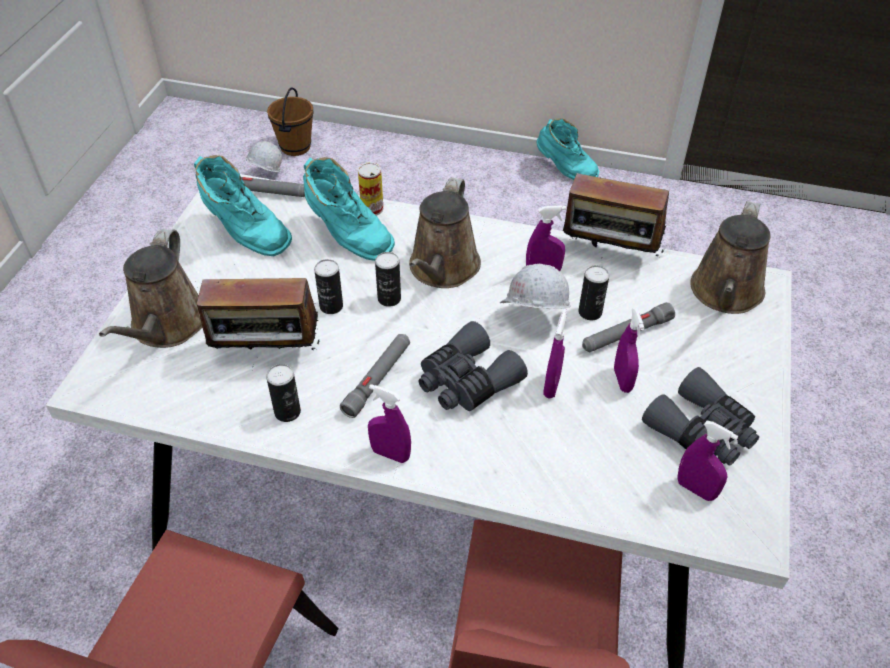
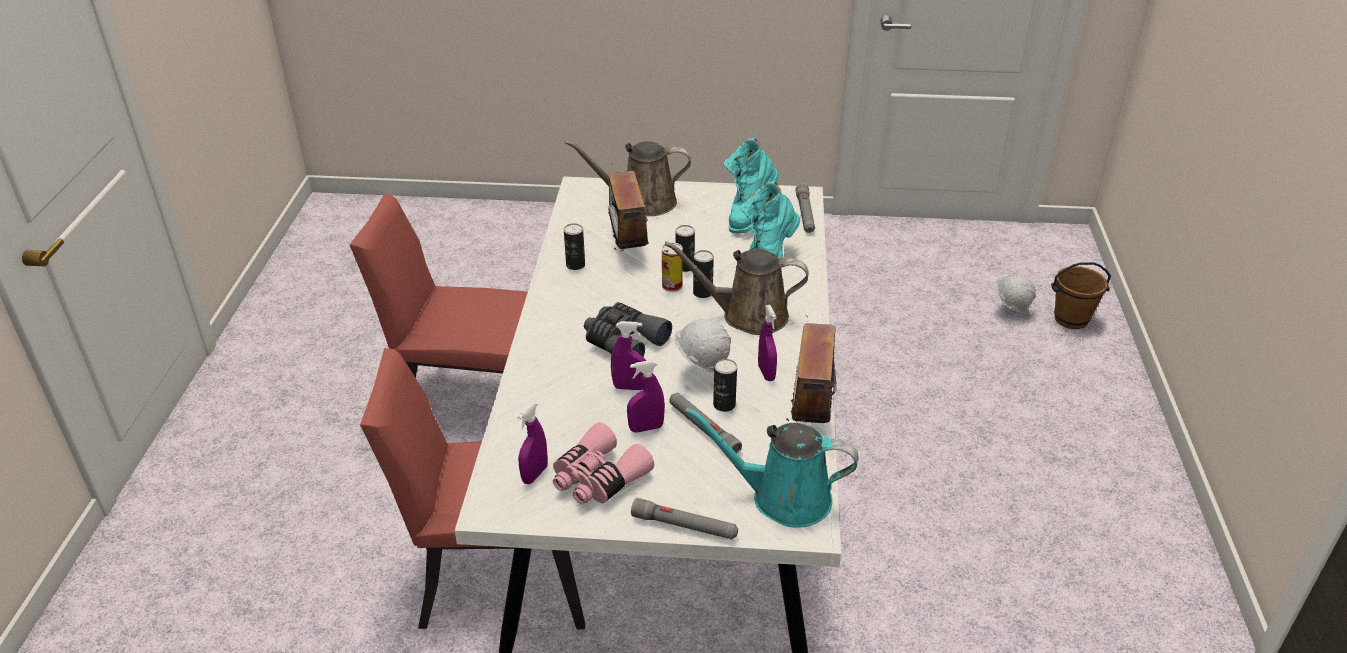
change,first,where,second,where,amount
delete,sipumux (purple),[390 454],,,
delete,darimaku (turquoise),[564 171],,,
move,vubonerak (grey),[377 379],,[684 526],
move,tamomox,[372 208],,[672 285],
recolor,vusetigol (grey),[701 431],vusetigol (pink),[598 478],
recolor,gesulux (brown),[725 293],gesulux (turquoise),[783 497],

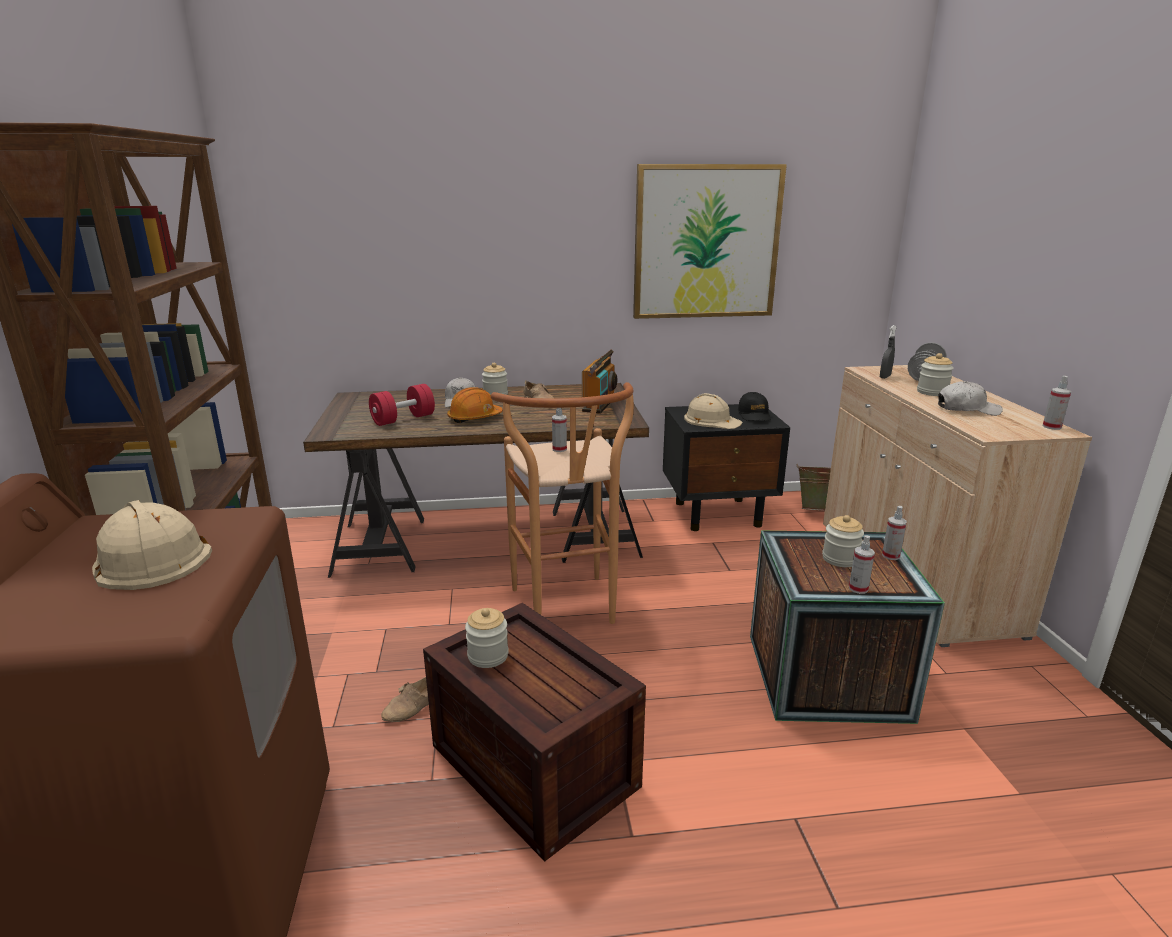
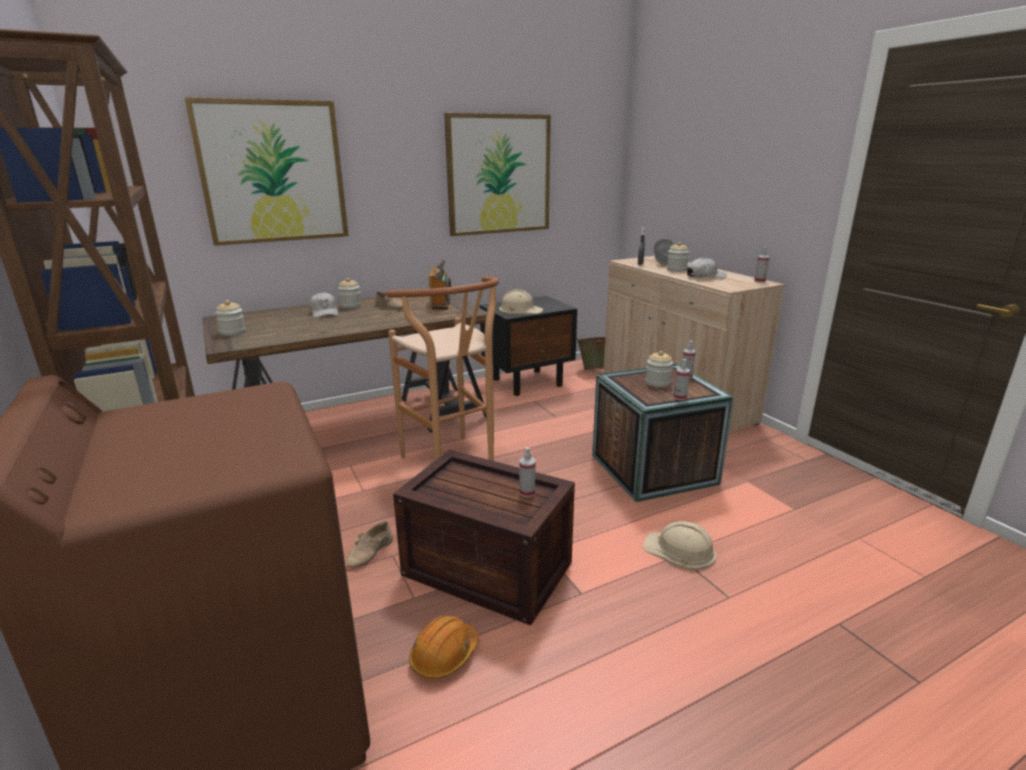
change,first,where,second,where,amount
delete,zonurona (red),[403 419],,,
delete,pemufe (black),[754 415],,,
insert,,,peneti,[273 172],
move,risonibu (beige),[149 558],,[680 550],
move,risonibu (orange),[474 418],,[444 656],
move,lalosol,[488 656],,[233 332],
move,sipumux,[559 449],,[527 492],

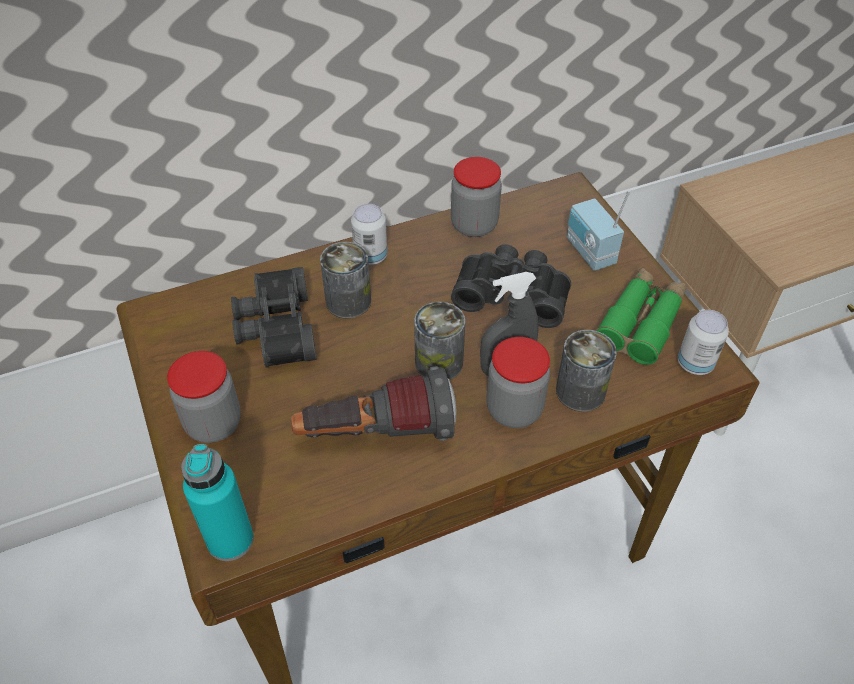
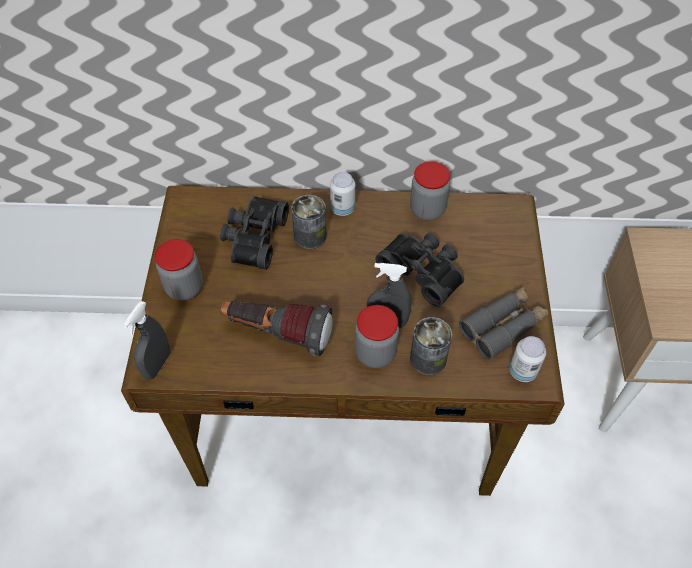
change,first,where,second,where,amount
delete,tamomox,[439 363],,,
delete,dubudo,[589 253],,,
replace,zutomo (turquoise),[230 540],sipumux (grey),[157 365],
recolor,vusetigol (green),[641 322],vusetigol (grey),[503 326],

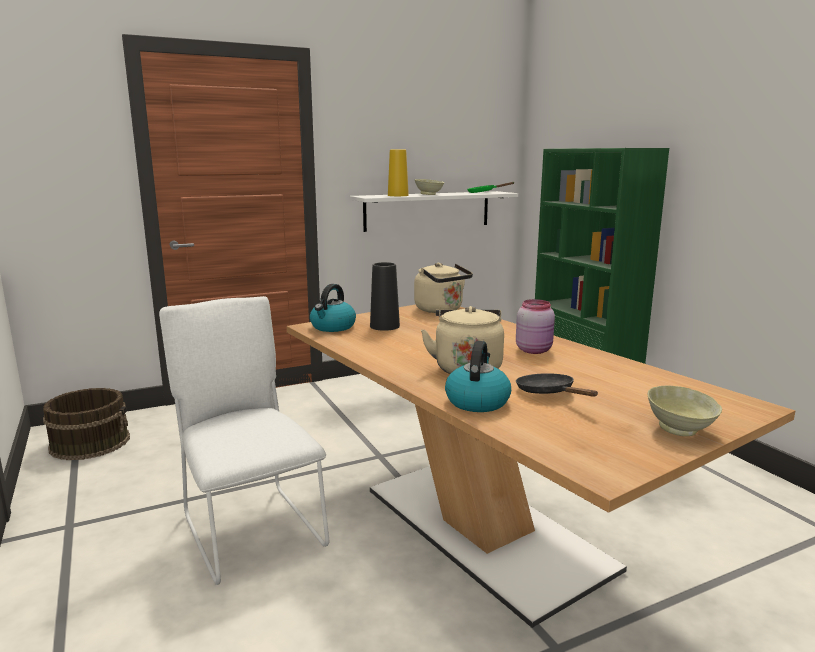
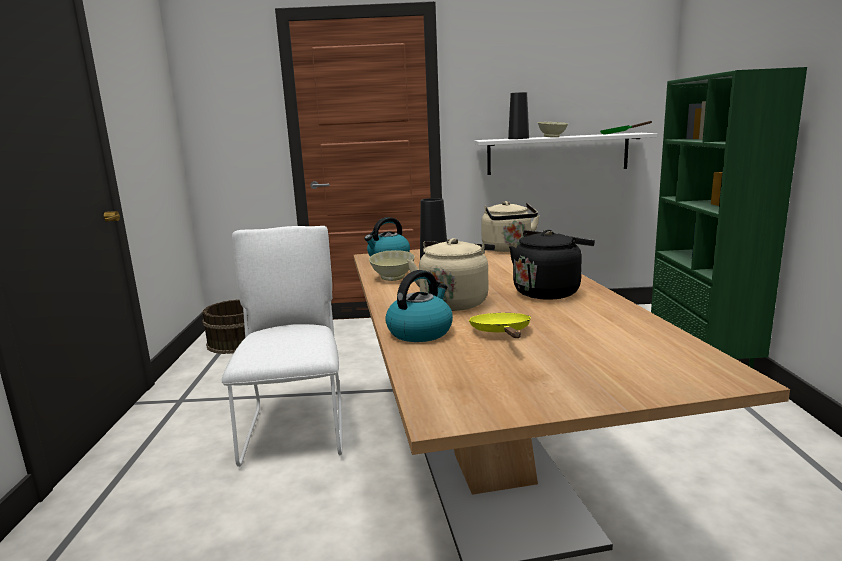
change,first,where,second,where,amount
move,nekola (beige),[679 430],,[392 278],
replace,lalosol (pink),[534 350],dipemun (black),[548 292],
recolor,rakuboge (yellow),[398 195],rakuboge (black),[518 138],
recolor,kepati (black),[548 393],kepati (yellow),[501 333],

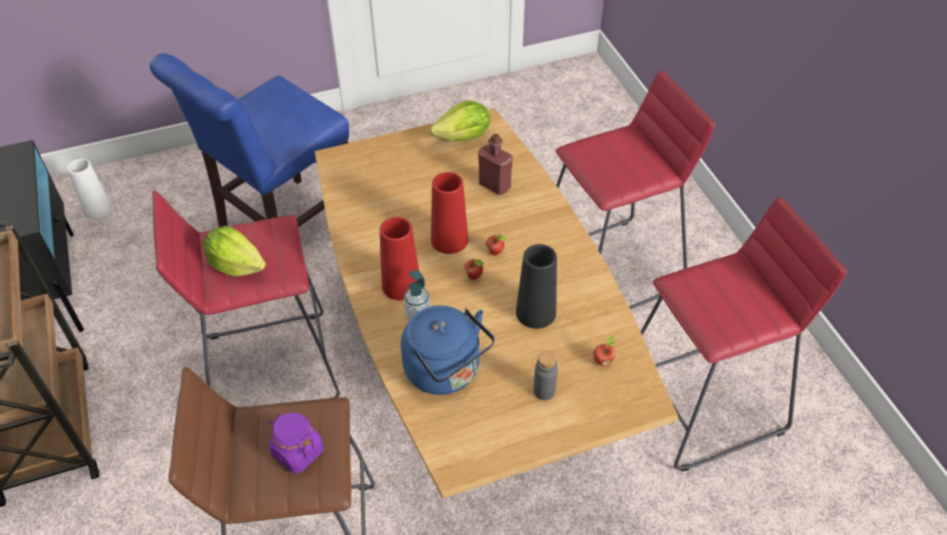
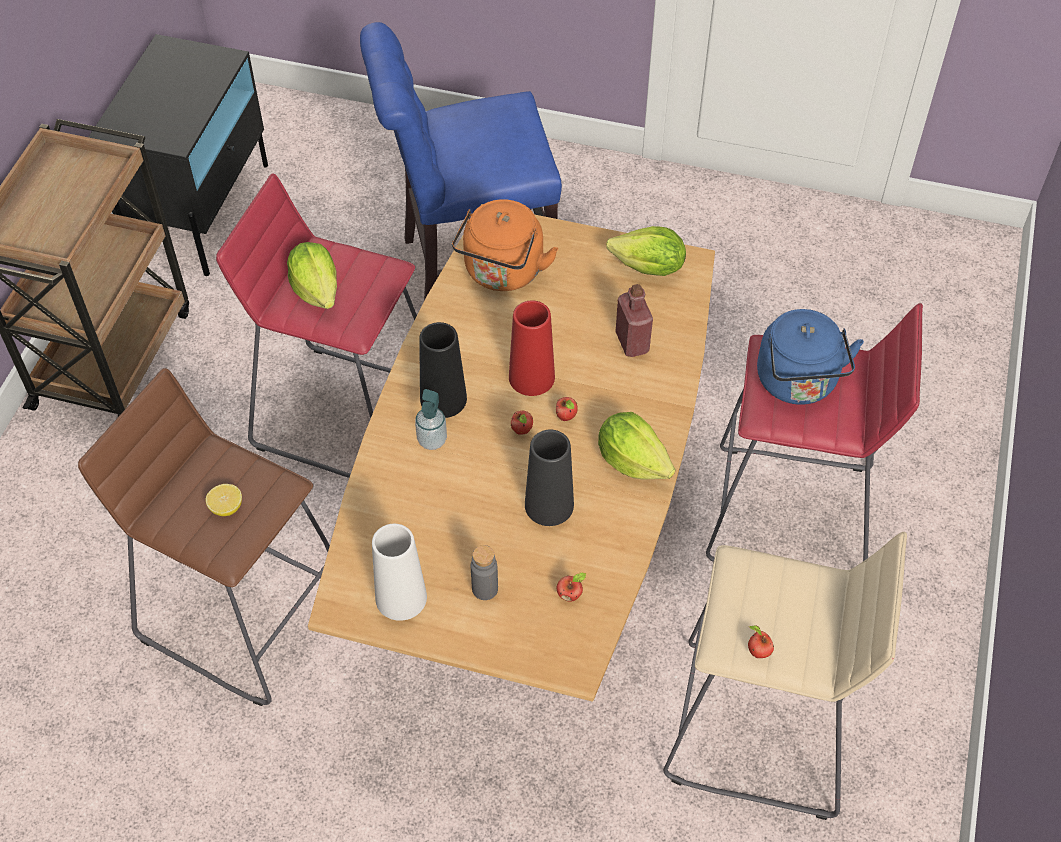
change,first,where,second,where,amount
insert,,,dipemun (orange),[502 273],
insert,,,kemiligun,[632 461],
insert,,,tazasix,[757 652],
move,rakuboge (white),[97 209],,[401 597],
move,dipemun (blue),[446 372],,[798 384],
replace,lalosol (purple),[297 452],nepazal,[226 507],
recolor,rakuboge (red),[401 285],rakuboge (black),[443 399],
recolor,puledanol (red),[704 405],puledanol (beige),[762 729],

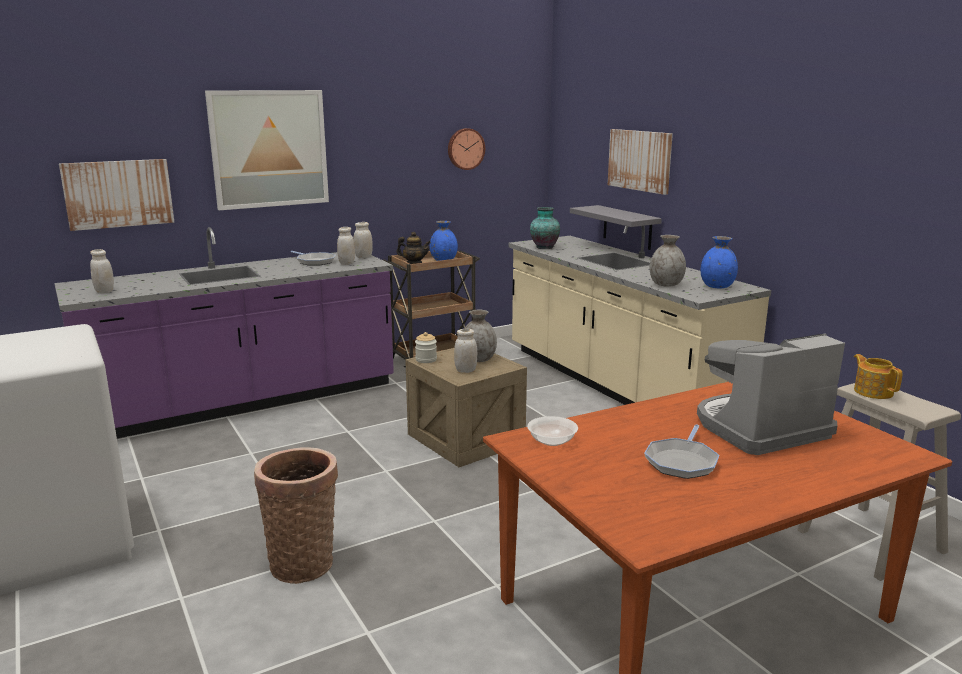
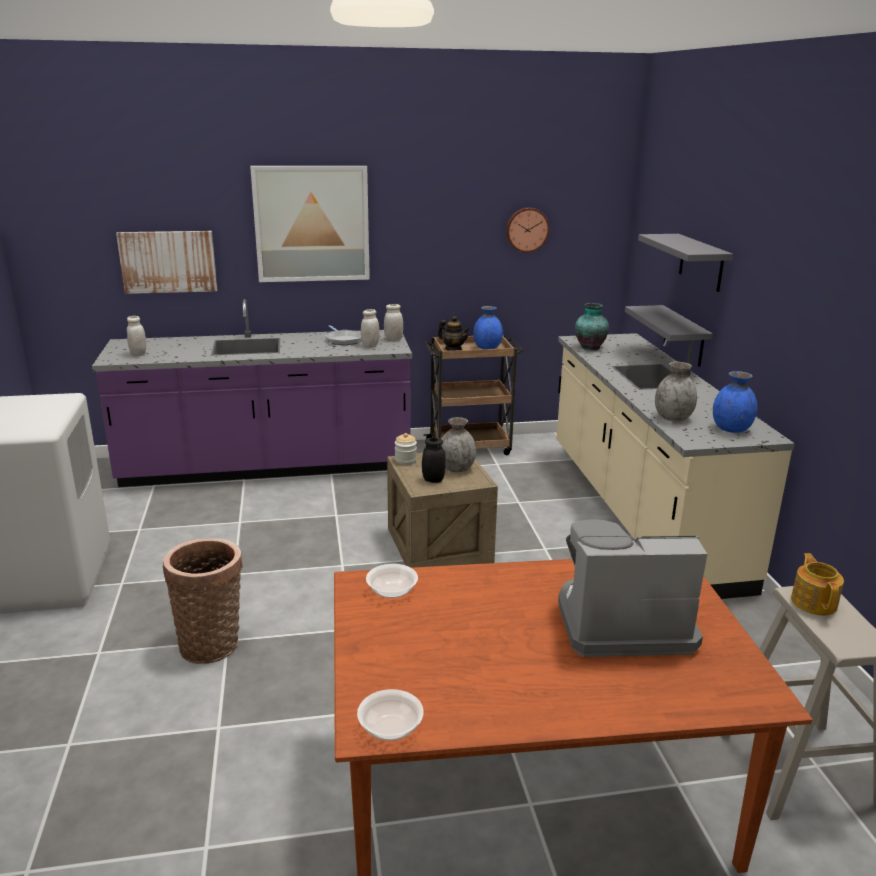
change,first,where,second,where,amount
delete,kepati,[682 462],,,
insert,,,nekola,[390 728],
replace,peneti,[640 160],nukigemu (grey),[701 262],
recolor,lalosol (white),[465 370],lalosol (black),[433 480],

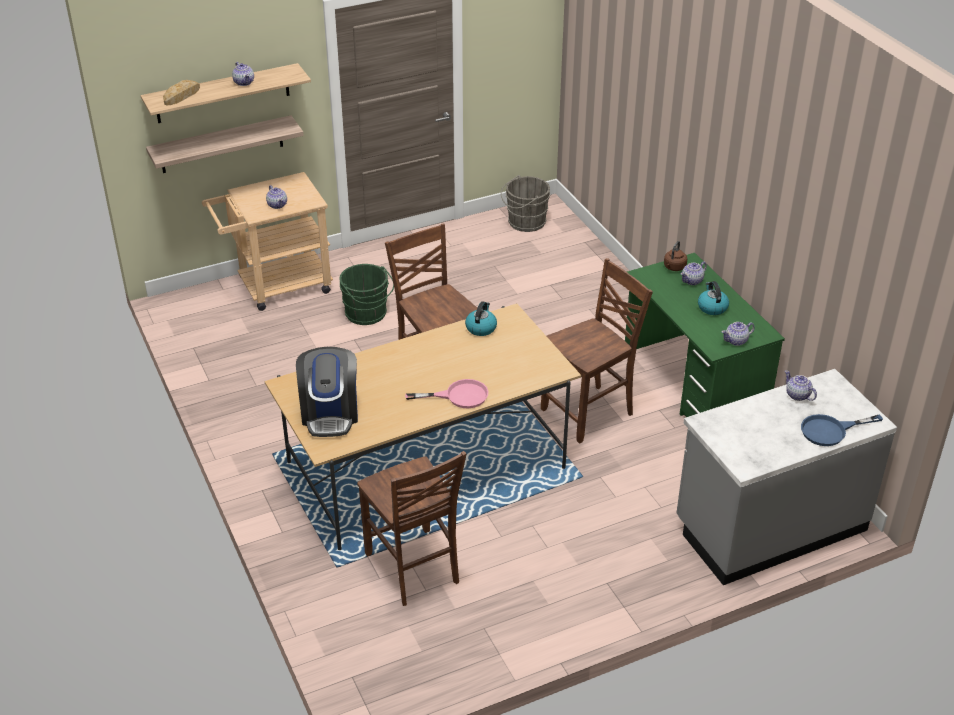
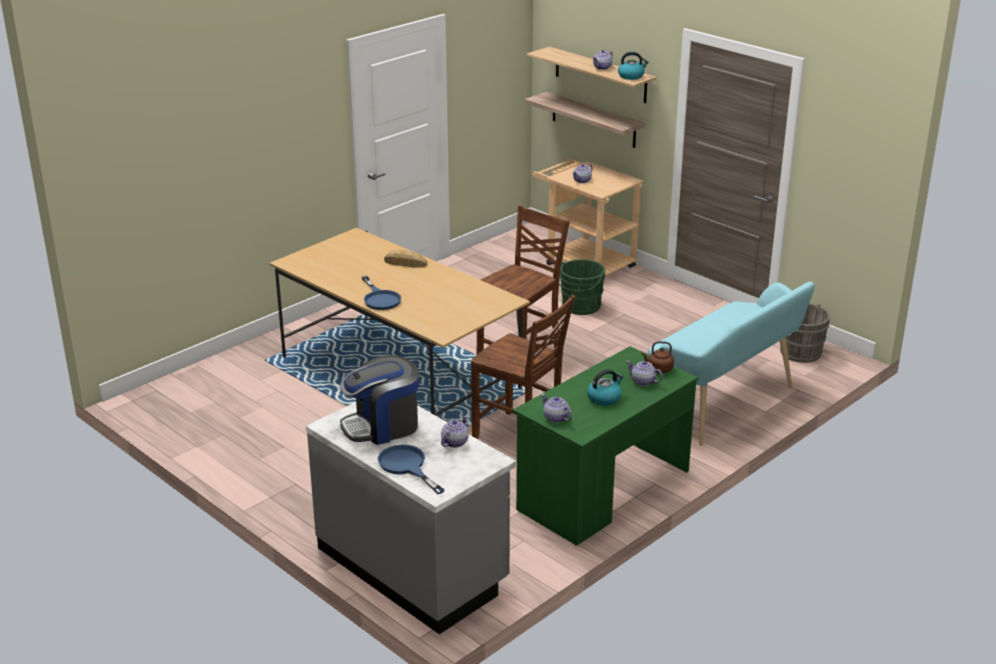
change,first,where,second,where,amount
delete,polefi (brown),[413 569],,,
insert,,,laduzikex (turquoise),[724 405],
move,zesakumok,[182 96],,[405 263],
move,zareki,[330 413],,[382 426],
move,dipemun,[481 328],,[631 76],
recolor,kepati (pink),[458 396],kepati (blue),[380 298],

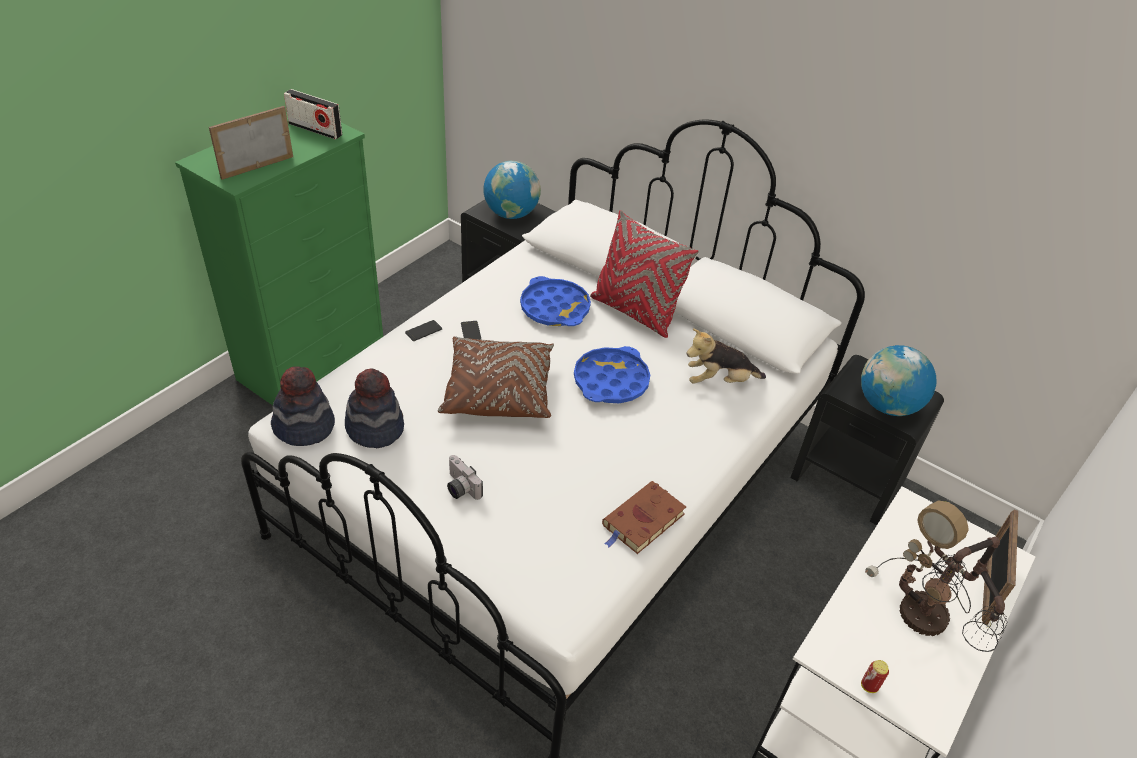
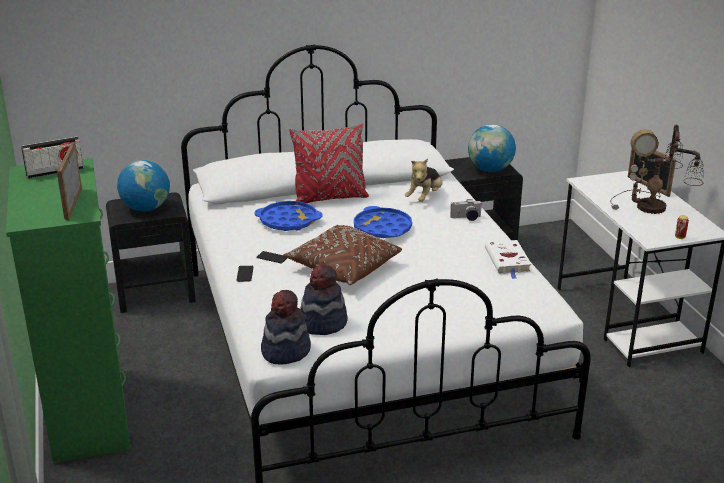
change,first,where,second,where,amount
move,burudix,[459 488],,[466 218],
recolor,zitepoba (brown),[642 521],zitepoba (white),[508 261],

